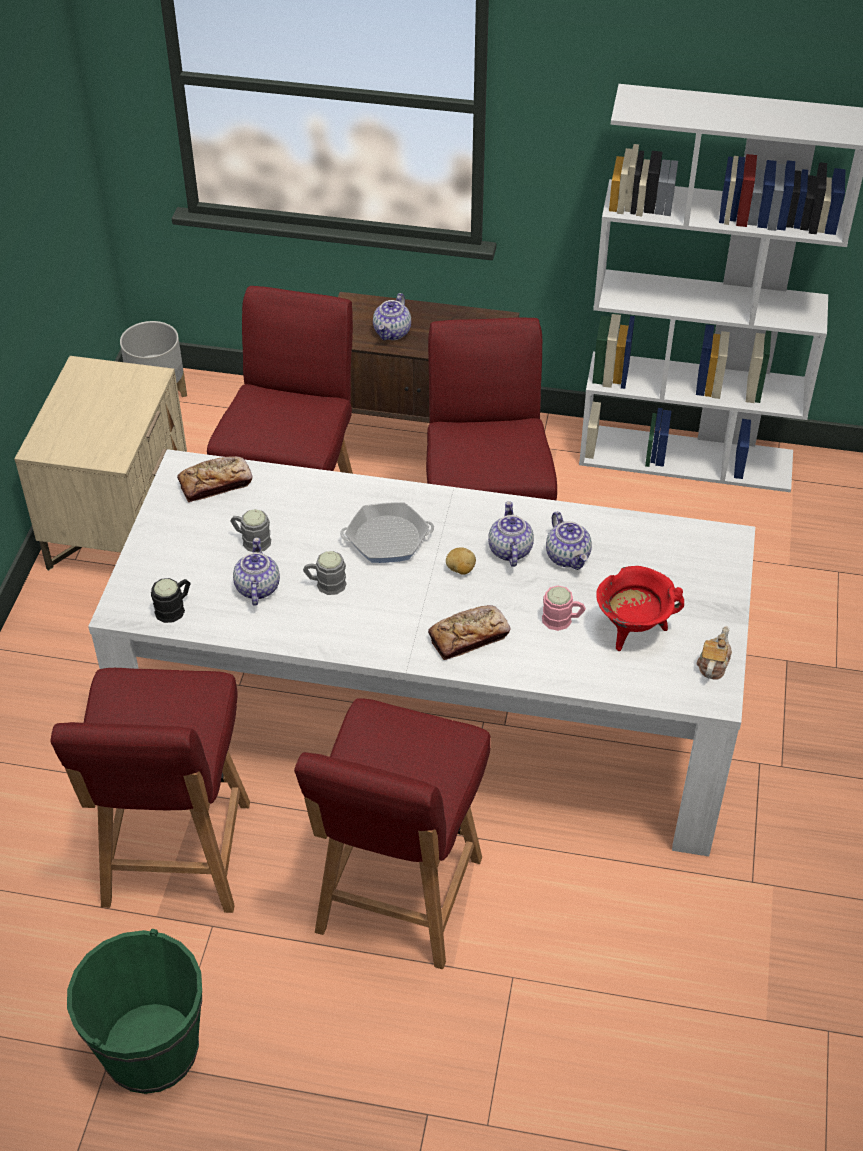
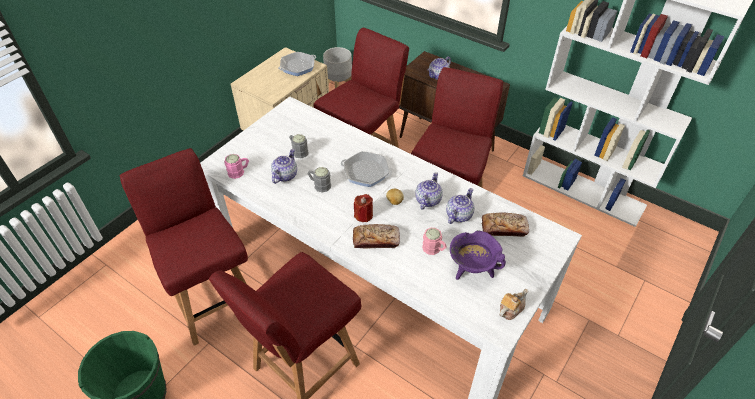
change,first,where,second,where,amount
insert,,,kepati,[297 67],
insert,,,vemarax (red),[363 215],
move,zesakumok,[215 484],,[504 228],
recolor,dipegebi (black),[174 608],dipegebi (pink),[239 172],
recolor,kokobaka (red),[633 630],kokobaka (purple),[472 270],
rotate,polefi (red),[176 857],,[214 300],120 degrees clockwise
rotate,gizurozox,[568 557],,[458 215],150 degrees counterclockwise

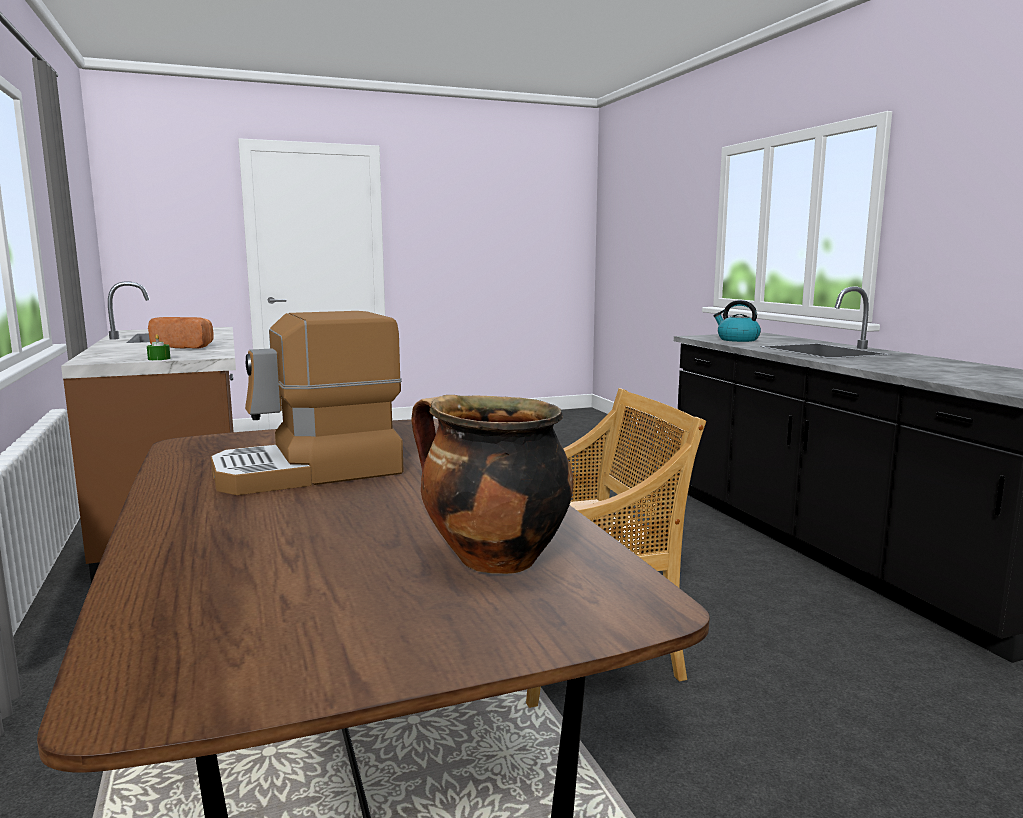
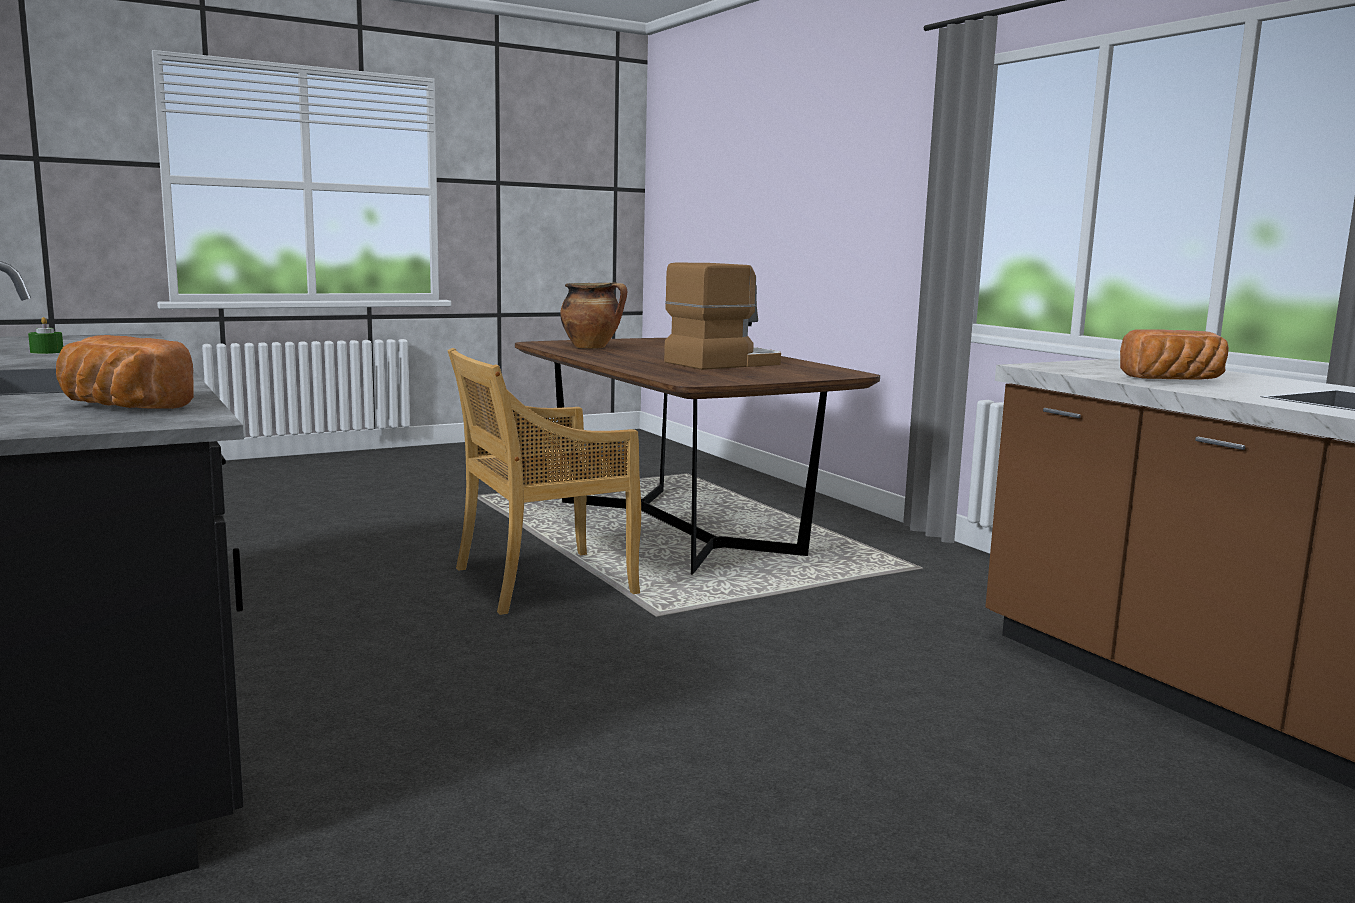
change,first,where,second,where,amount
move,vemarax (green),[159 359],,[47 352],
replace,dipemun,[737 339],zesakumok,[120 407],

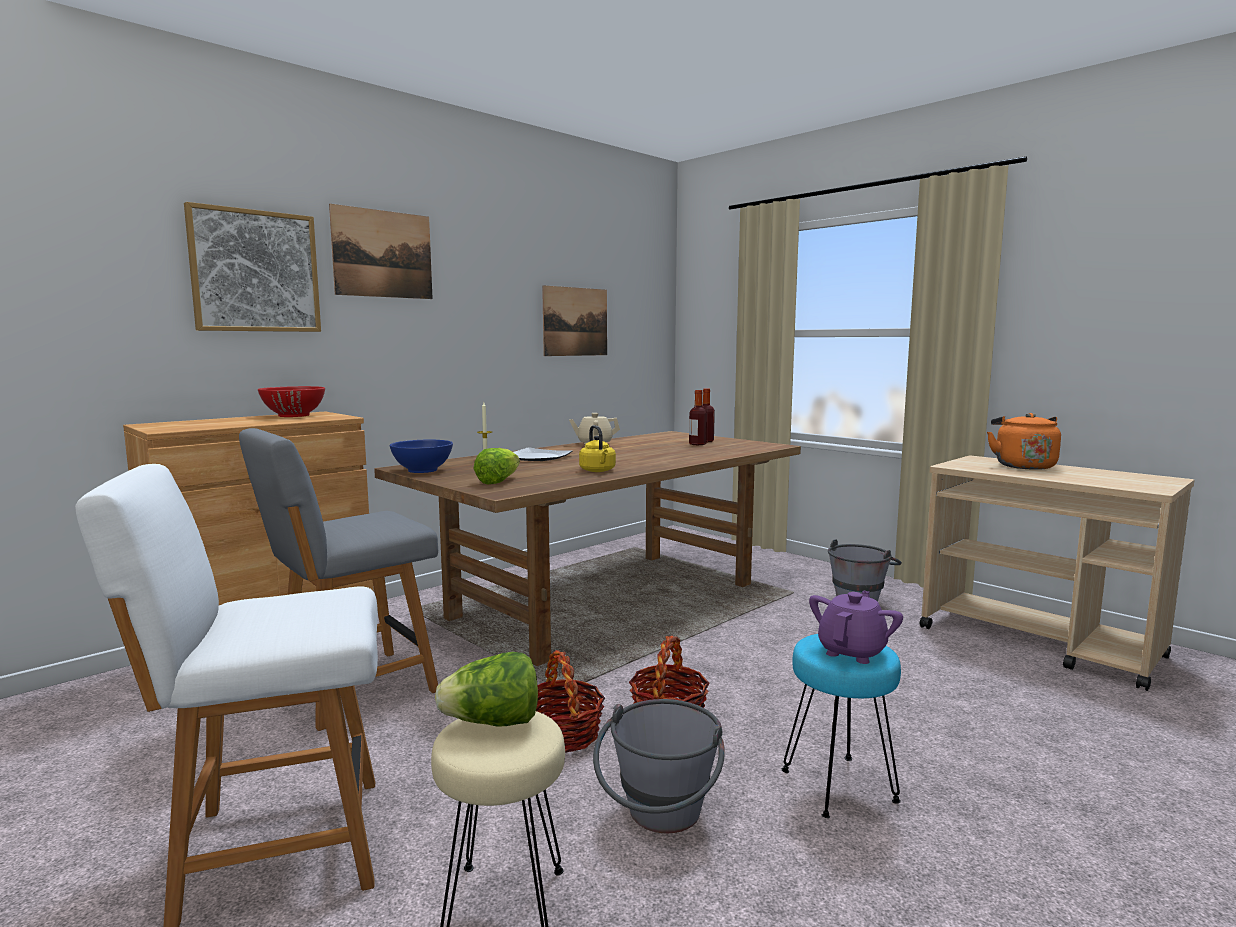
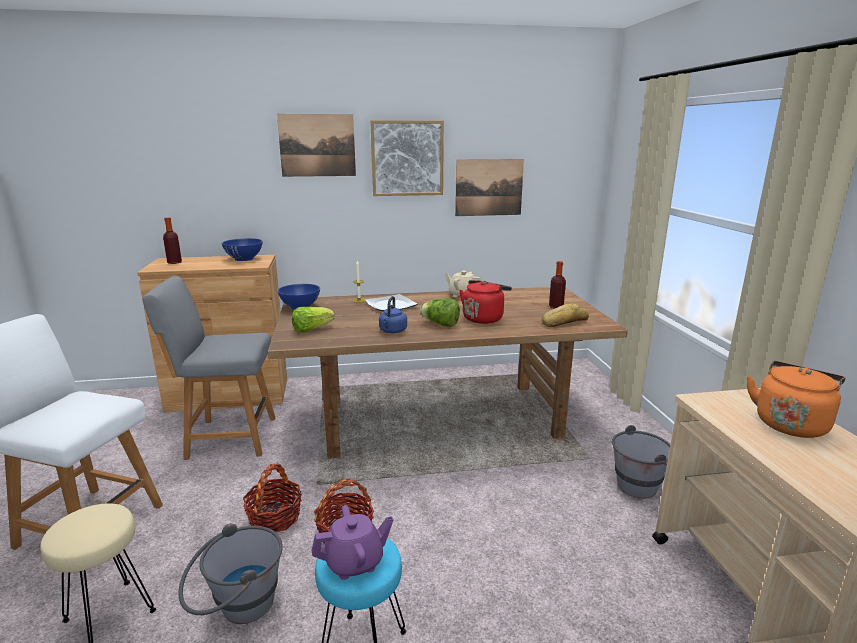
change,first,where,second,where,amount
insert,,,dipemun (red),[484 318],
insert,,,zesakumok,[563 321],
move,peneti,[255 271],,[407 158],
move,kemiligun,[493 723],,[440 324],
move,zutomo,[697 444],,[174 262],
recolor,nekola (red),[294 415],nekola (blue),[244 259],
recolor,dipemun (yellow),[598 471],dipemun (blue),[392 331],

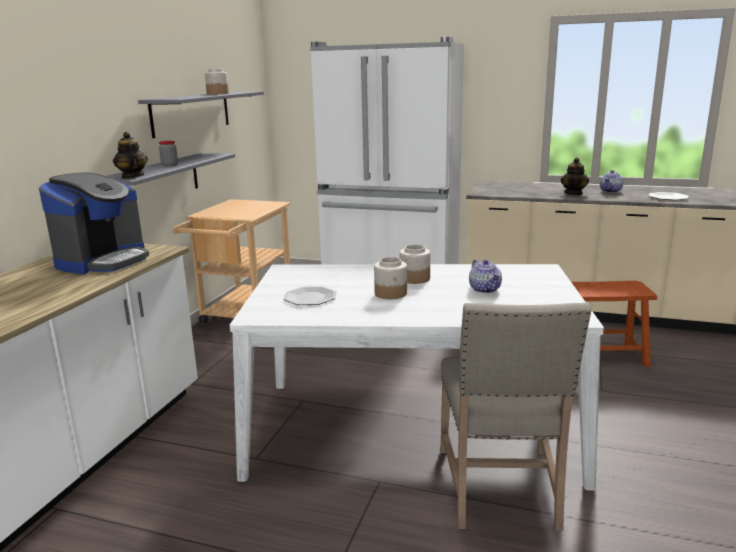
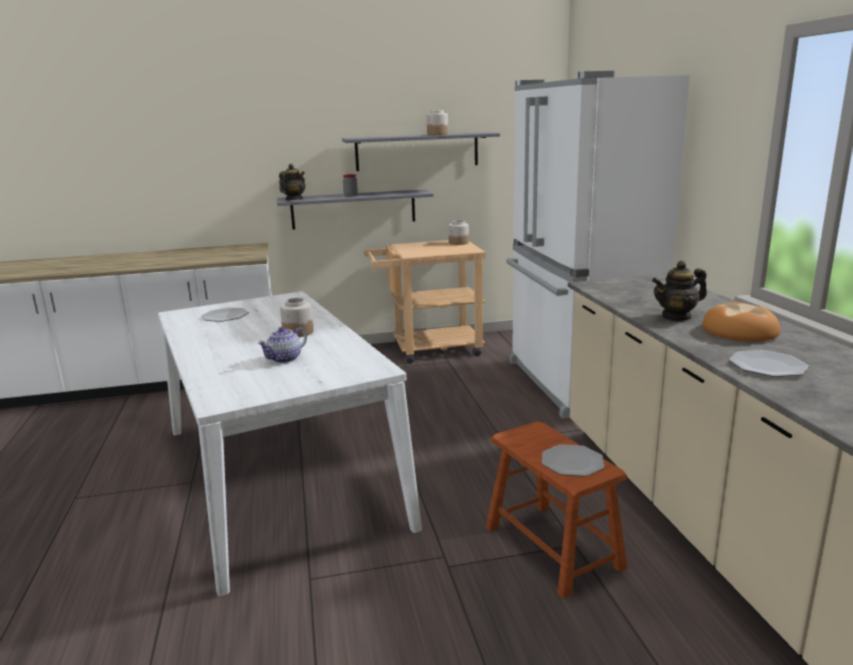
change,first,where,second,where,amount
delete,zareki,[103 261],,,
delete,polefi (beige),[501 489],,,
insert,,,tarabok,[572 462],
move,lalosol,[391 293],,[458 243],
replace,gizurozox,[610 191],zesakumok,[740 331],

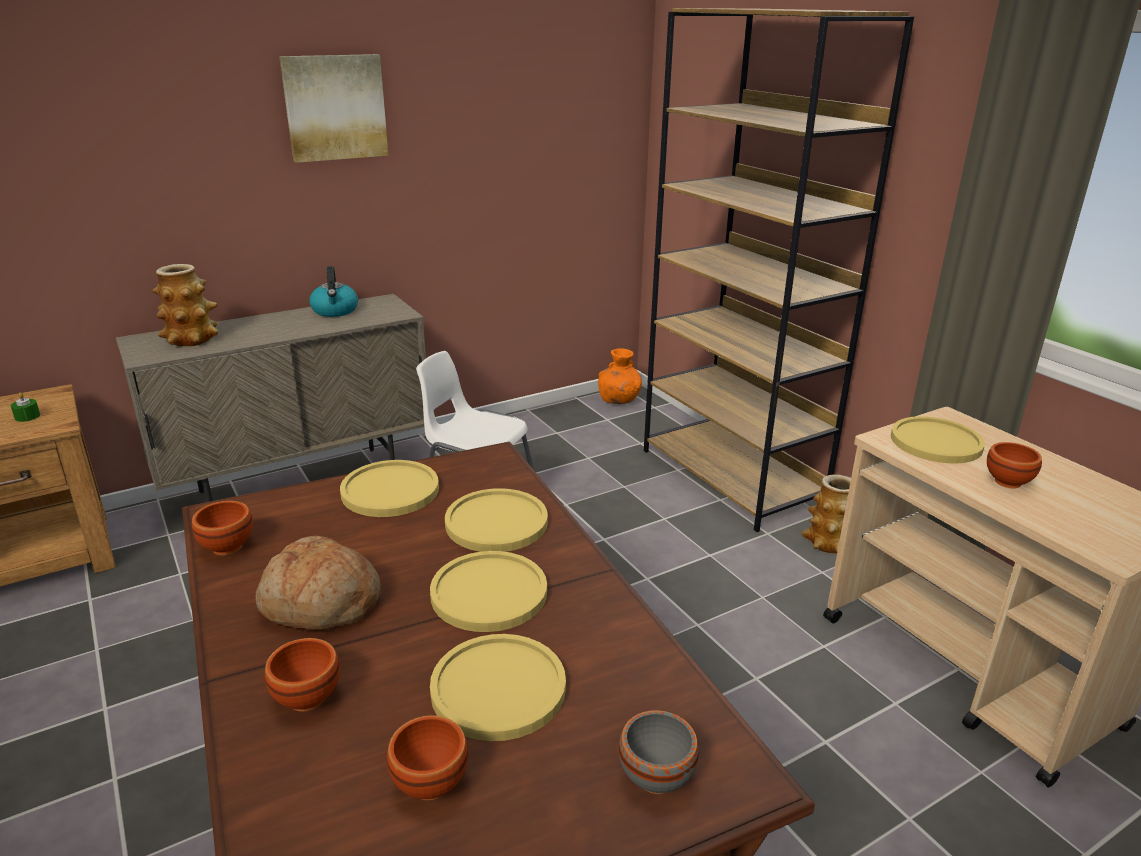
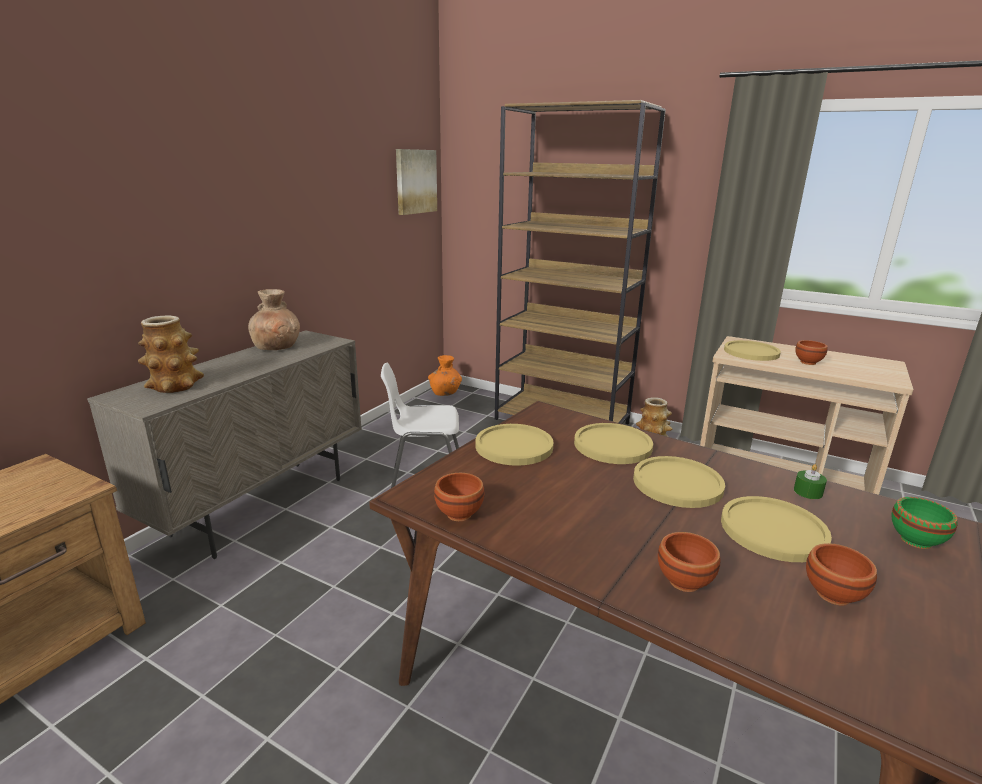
change,first,where,second,where,amount
delete,zesakumok,[320 603],,,
move,vemarax (green),[27 416],,[808 492],
move,peneti,[335 107],,[415 181],
replace,dipemun,[335 311],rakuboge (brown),[277 347],
recolor,nekola (grey),[653 777],nekola (green),[914 541],

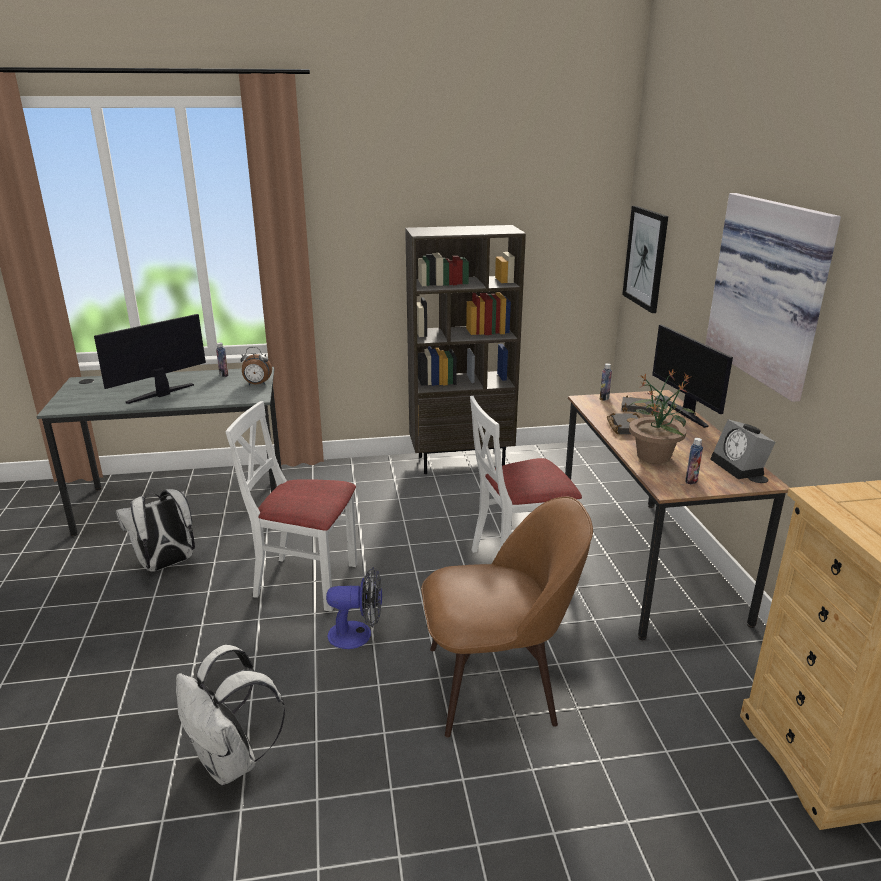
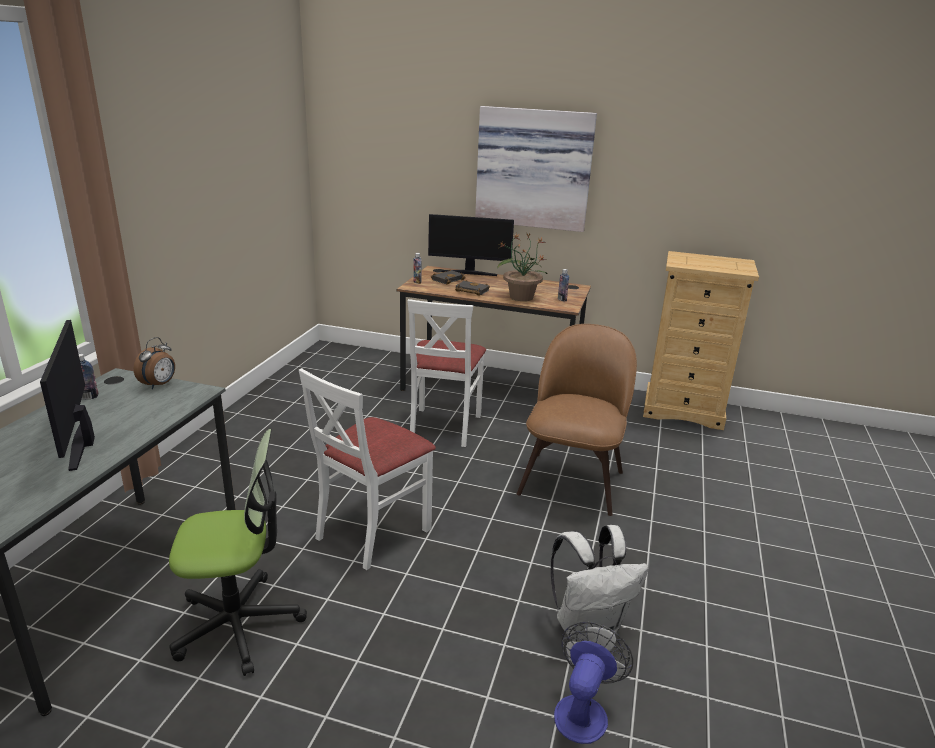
change,first,where,second,where,amount
delete,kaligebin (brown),[461 461],,,
delete,peneti,[645 258],,,
delete,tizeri,[740 467],,,
move,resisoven,[358 635],,[583 710],
replace,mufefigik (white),[166 565],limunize,[238 624],

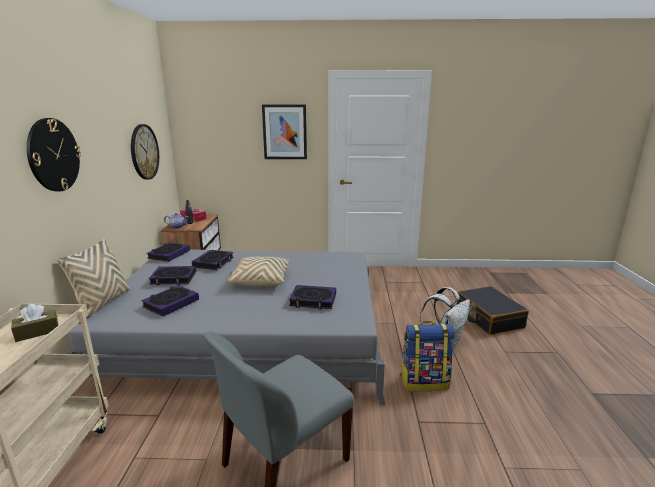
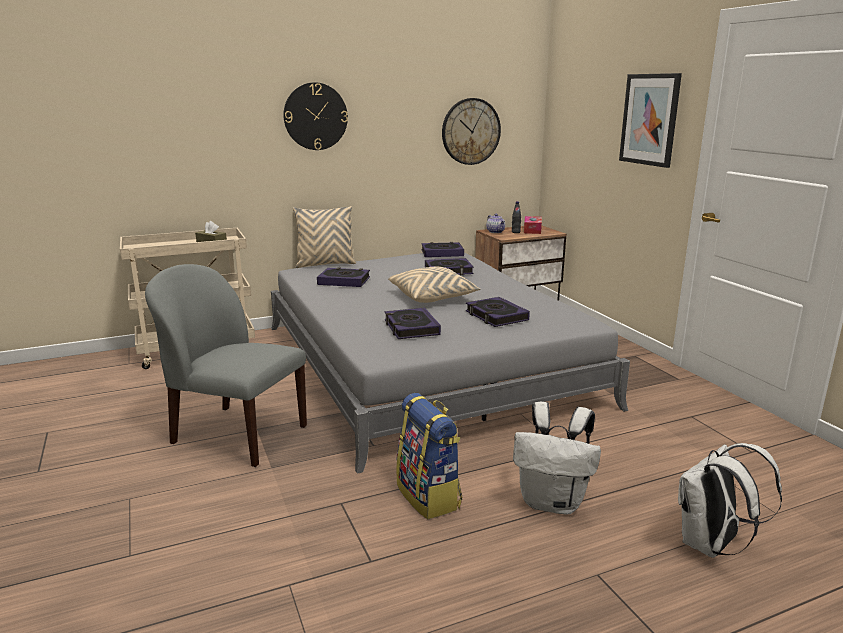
change,first,where,second,where,amount
move,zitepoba,[173 278],,[496 316],
replace,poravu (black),[488 318],mufefigik (white),[711 545],

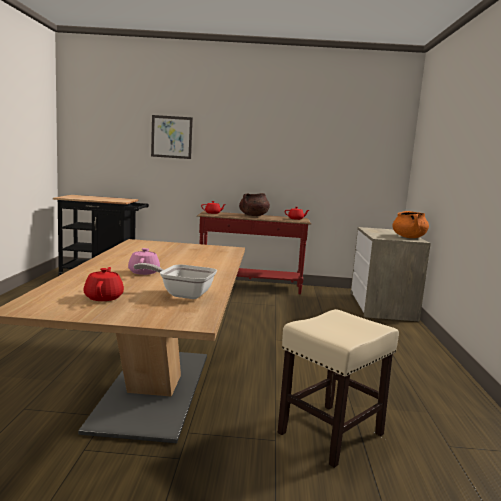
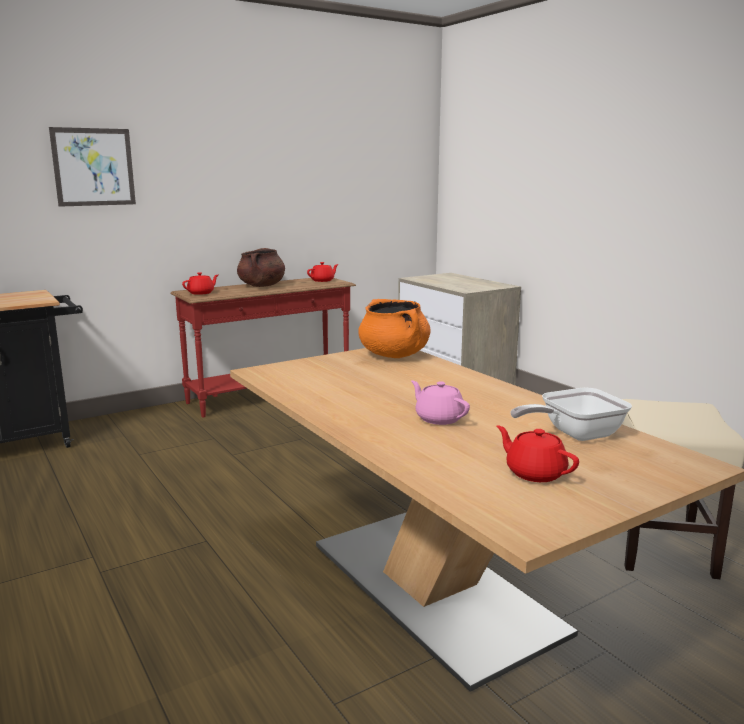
change,first,where,second,where,amount
move,kokobaka (orange),[409 237],,[394 355],

